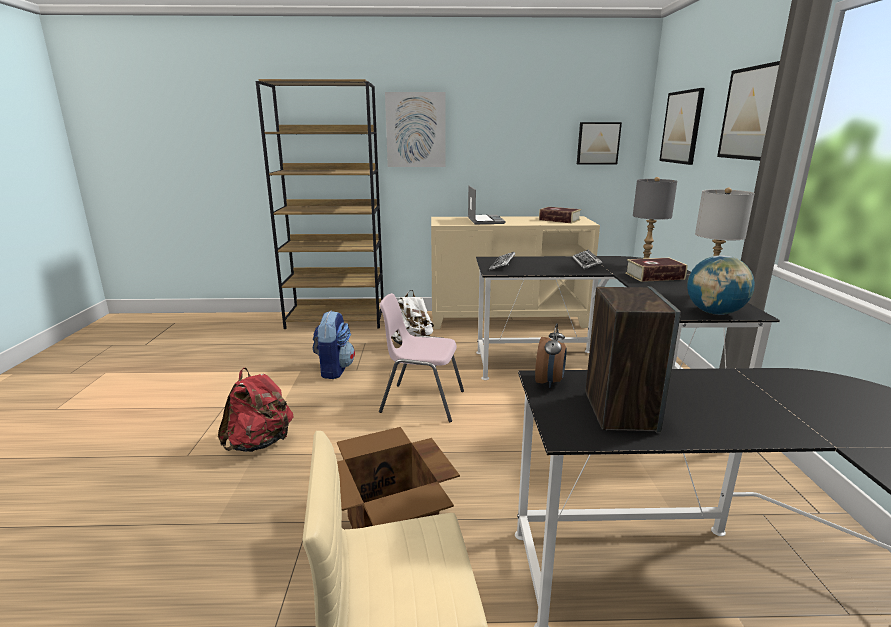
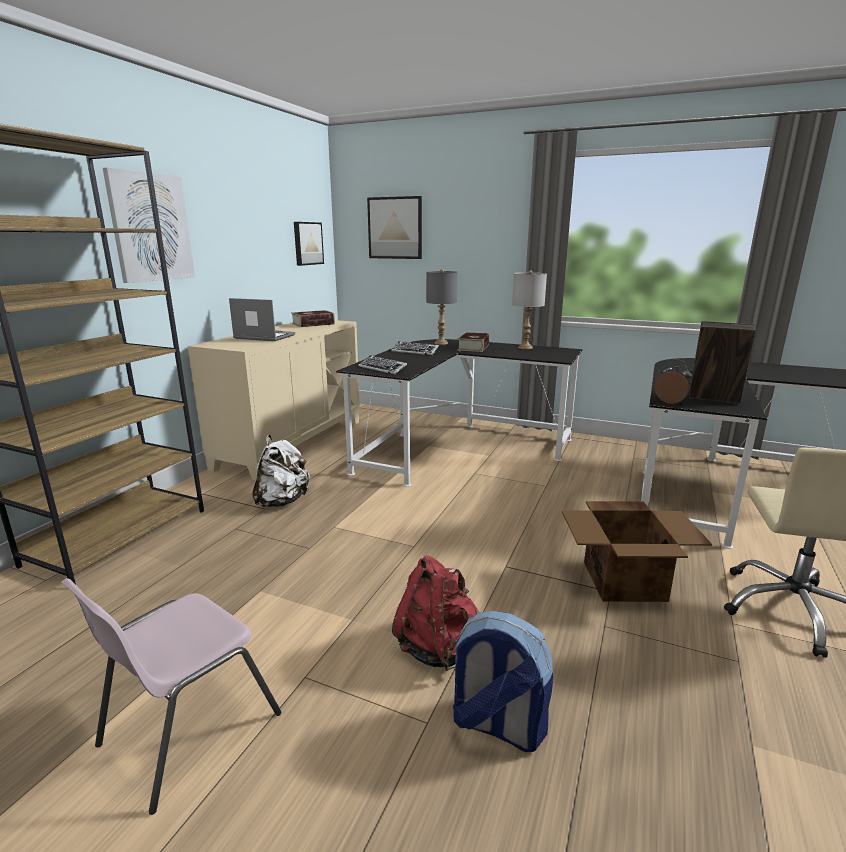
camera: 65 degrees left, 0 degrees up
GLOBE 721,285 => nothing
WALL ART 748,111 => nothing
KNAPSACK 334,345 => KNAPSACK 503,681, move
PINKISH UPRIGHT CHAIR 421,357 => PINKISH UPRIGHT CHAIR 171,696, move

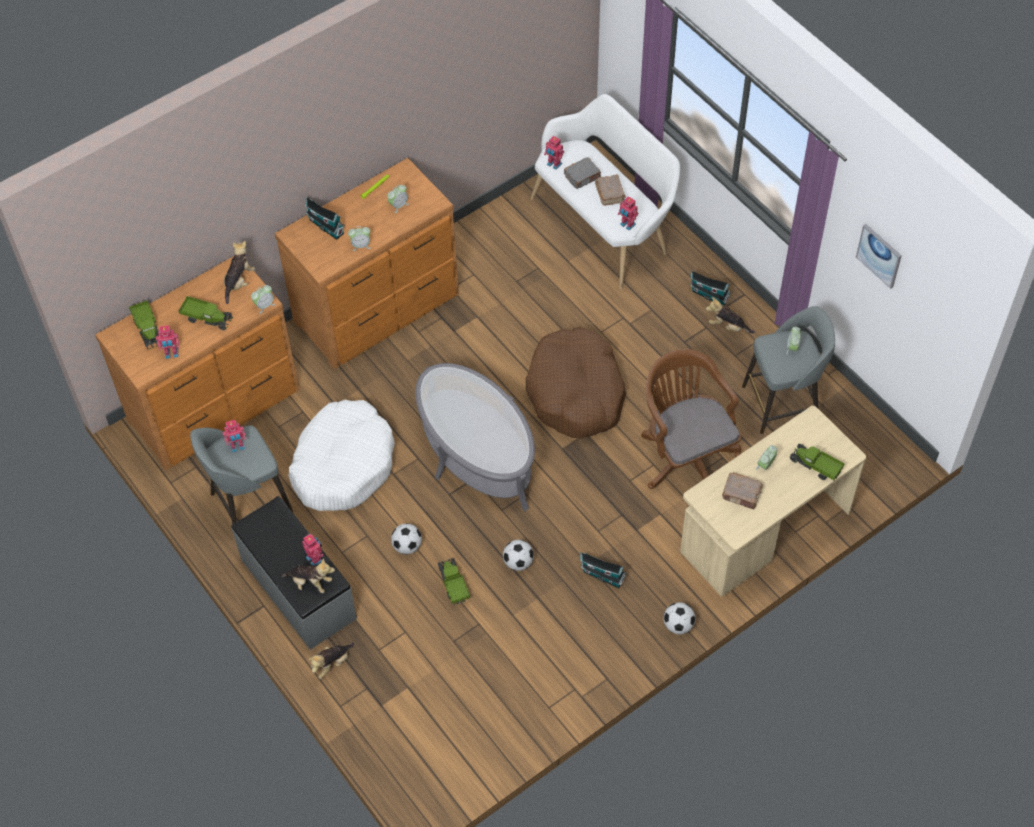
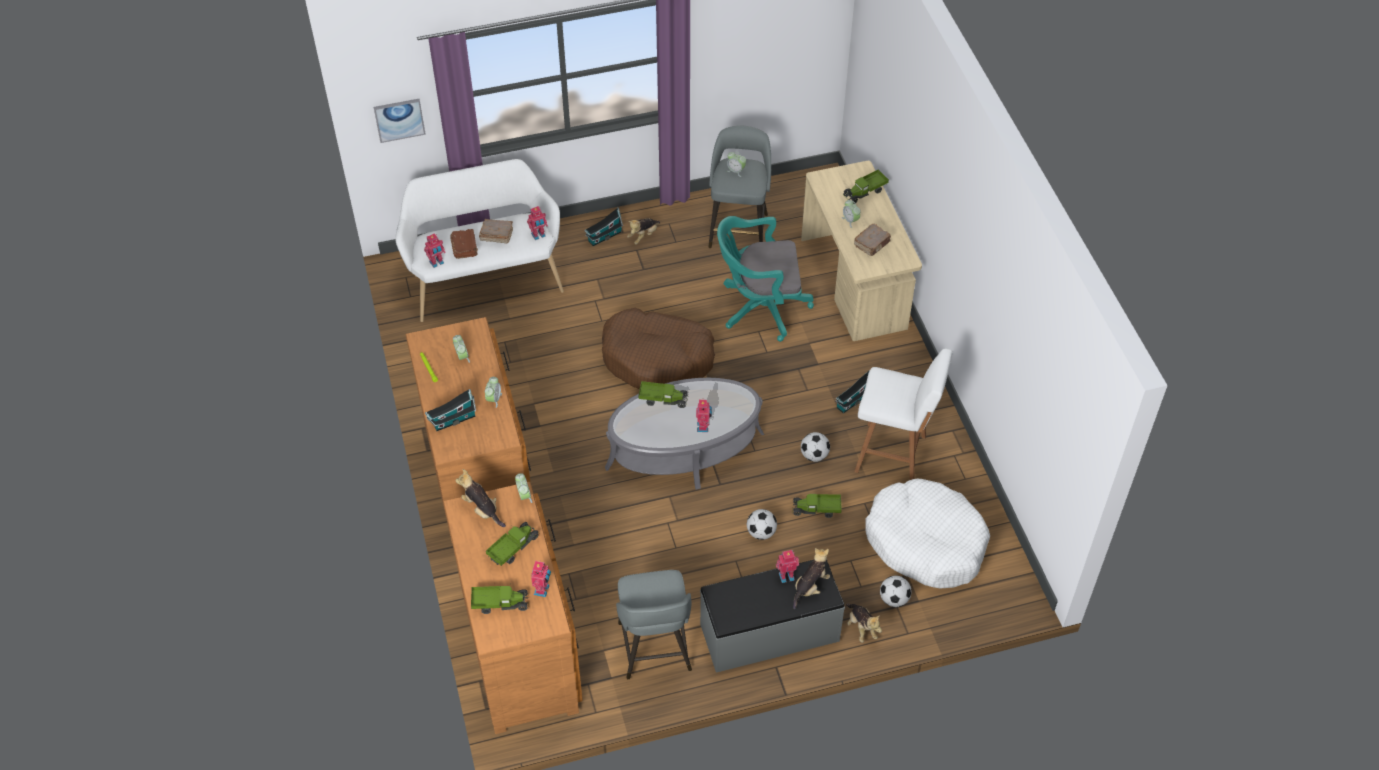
camera: 70 degrees left, 5 degrees down
nothing => TOY TRUCK 663,394
nothing => WHITISH STOOL SEAT 903,414
MODEL ROBOT 234,436 => MODEL ROBOT 704,416, move
WHITISH DOG CUSHION 341,455 => WHITISH DOG CUSHION 927,534, move
FOOTBALL BALL 680,618 => FOOTBALL BALL 896,591, move
WALL ART 879,256 => WALL ART 400,121, move
GRAY VOLUME 582,173 => BROWN-COLOURED VOLUME 464,244
BROWN-COLOURED DESK CHAIR 691,419 => BLUE-GREEN DESK CHAIR 765,279

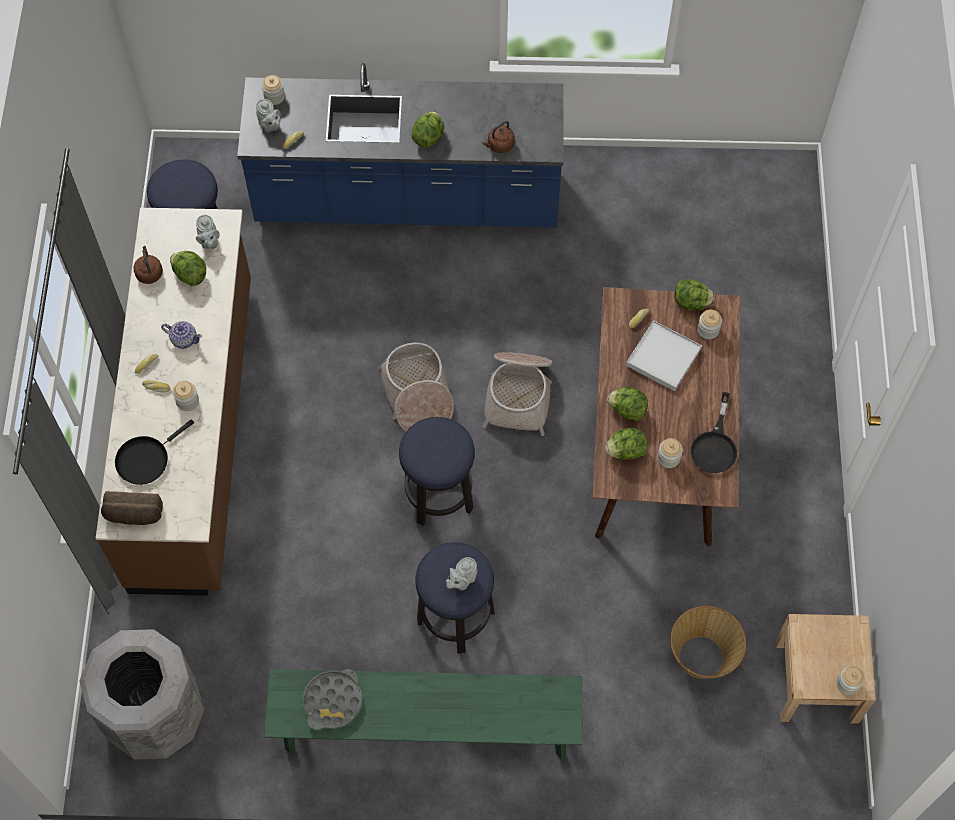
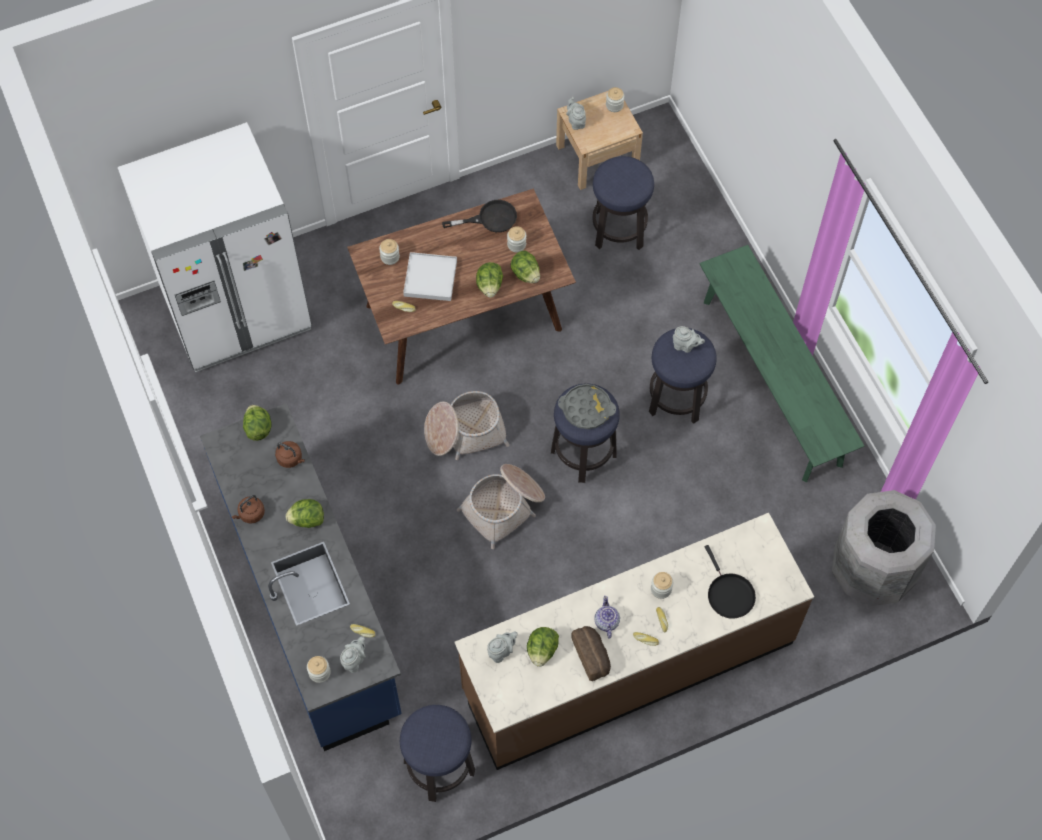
camera: 115 degrees left, 0 degrees up
nothing => WHITISH KITCHEN FRIDGE 214,247
nothing => GRAY TEAPOT 576,113
BREAD 132,508 => BREAD 591,653, move
BROWN-COLOURED WATER KETTLE 148,265 => BROWN-COLOURED WATER KETTLE 248,509, move
GRAY TRAY 332,699 => GRAY TRAY 587,406, move
LETTUCE 695,294 => LETTUCE 257,423, move
STORAGE BASKET 708,642 => STOOL SEAT 623,203
BLACKISH FRYING PAN 154,452 => BLACKISH FRYING PAN 730,582, 45 degrees clockwise

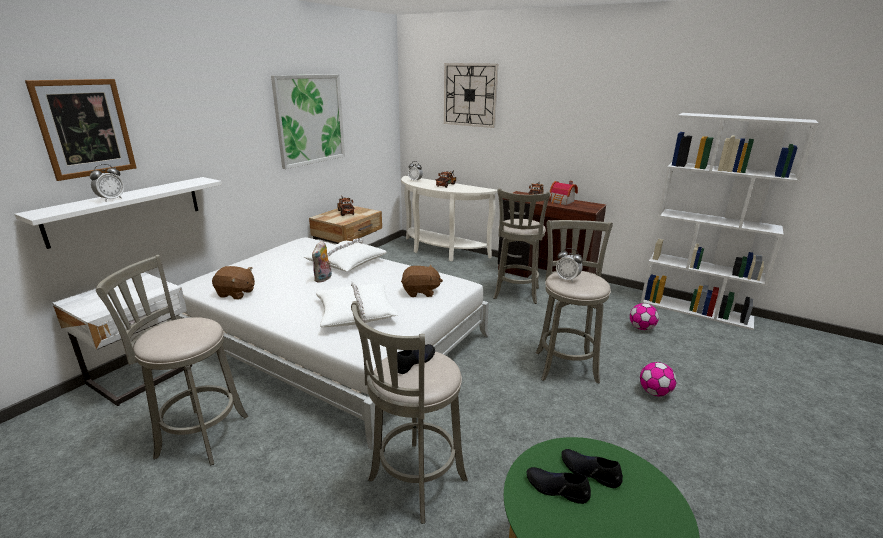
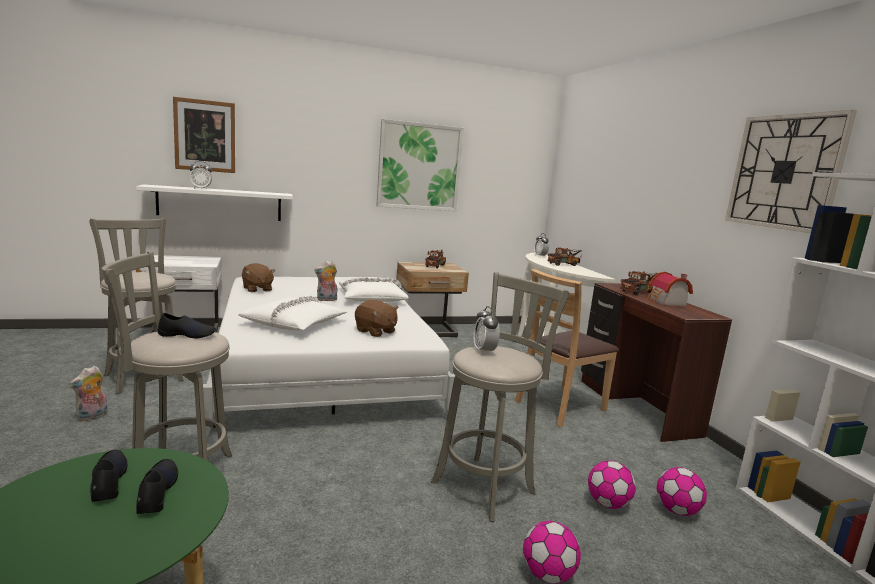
camera: 40 degrees right, 10 degrees down
nothing => PLUSH TOY 88,393
nothing => FOOTBALL BALL 612,485
HANGING CLOCK 471,95 => HANGING CLOCK 791,171, move
GRAY STOOL SEAT 521,246 => BROWN-COLOURED UPRIGHT CHAIR 567,348

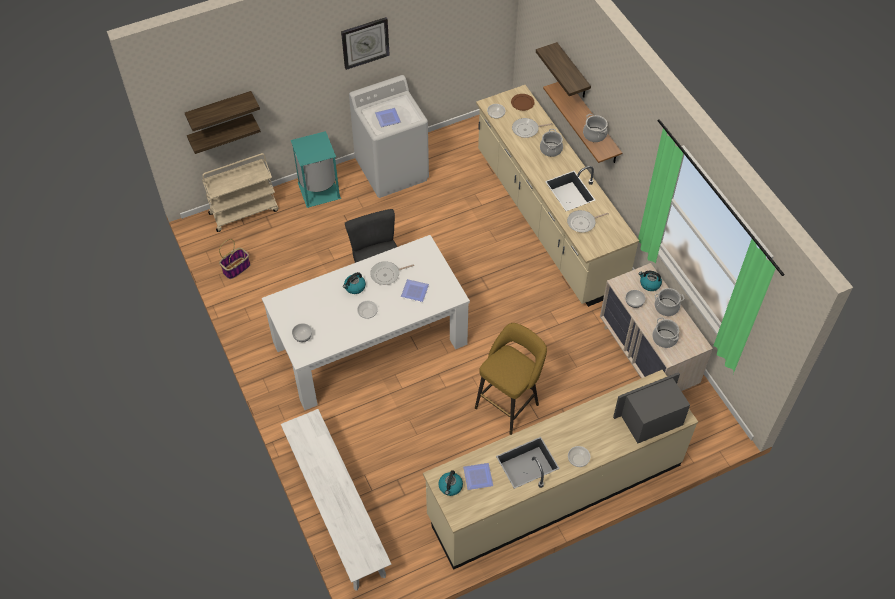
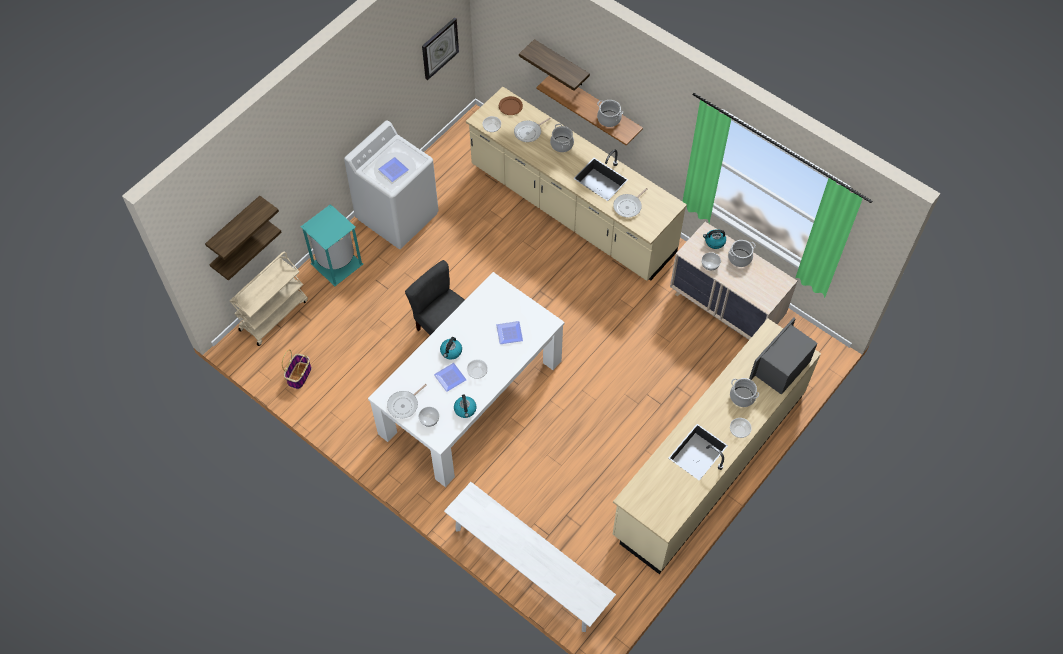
camera: 25 degrees left, 5 degrees up
YELLOW-COLOURED STOOL SEAT 511,379 => nothing
HANGING CLOCK 365,43 => HANGING CLOCK 440,49, move
FRYING PAN 392,273 => FRYING PAN 407,401, move
WATER KETTLE 450,483 => WATER KETTLE 465,406, move
FLAT DISH 478,476 => FLAT DISH 450,377, move
STOCKPOT 665,332 => STOCKPOT 744,392, move

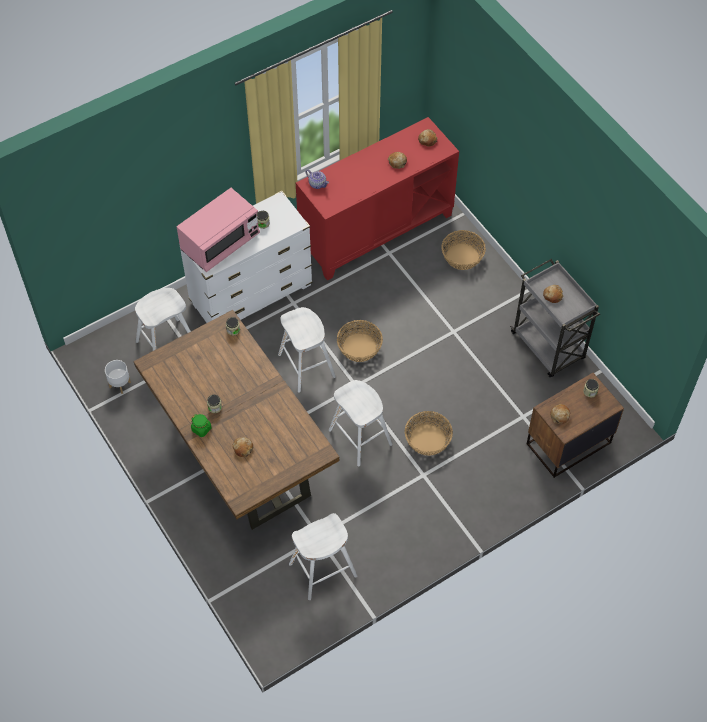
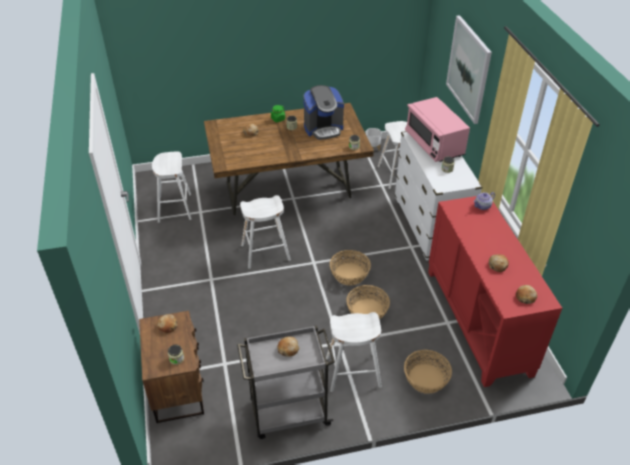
camera: 110 degrees right, 15 degrees down
nothing => COFFEE BREWER 323,112
nothing => WALL ART 469,69
WHITISH STOOL SEAT 307,349 => WHITISH STOOL SEAT 354,352, move
STORAGE BASKET 429,433 => STORAGE BASKET 368,302, move

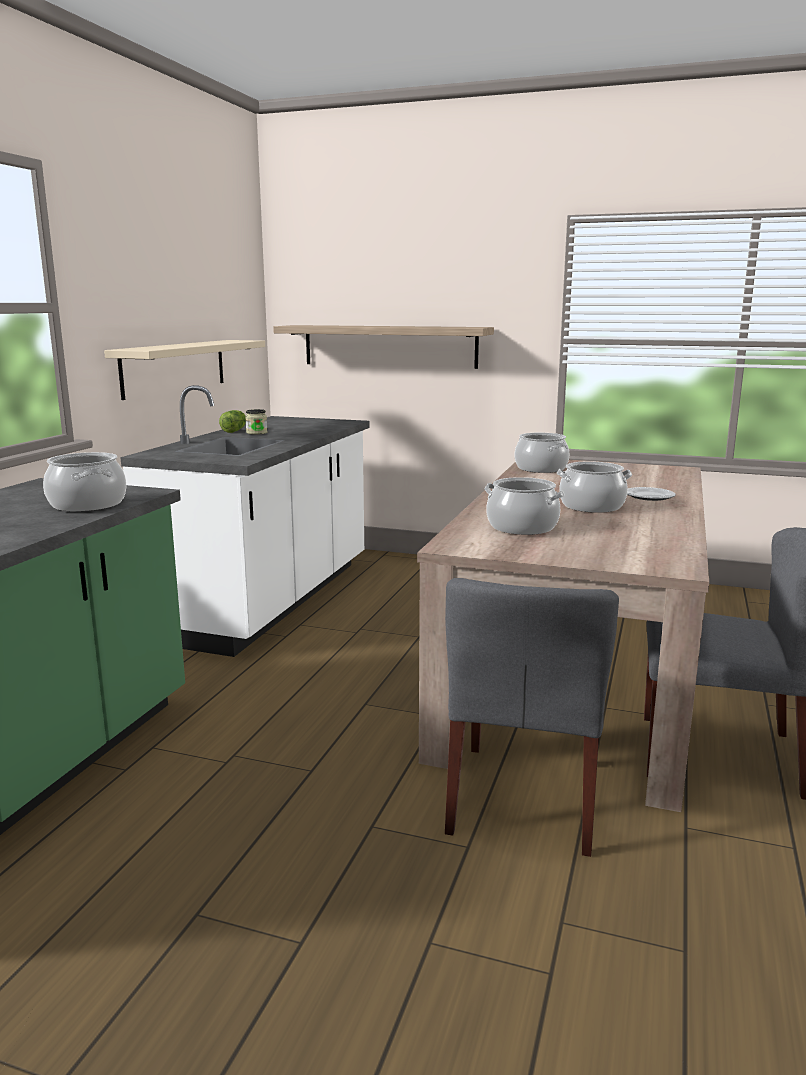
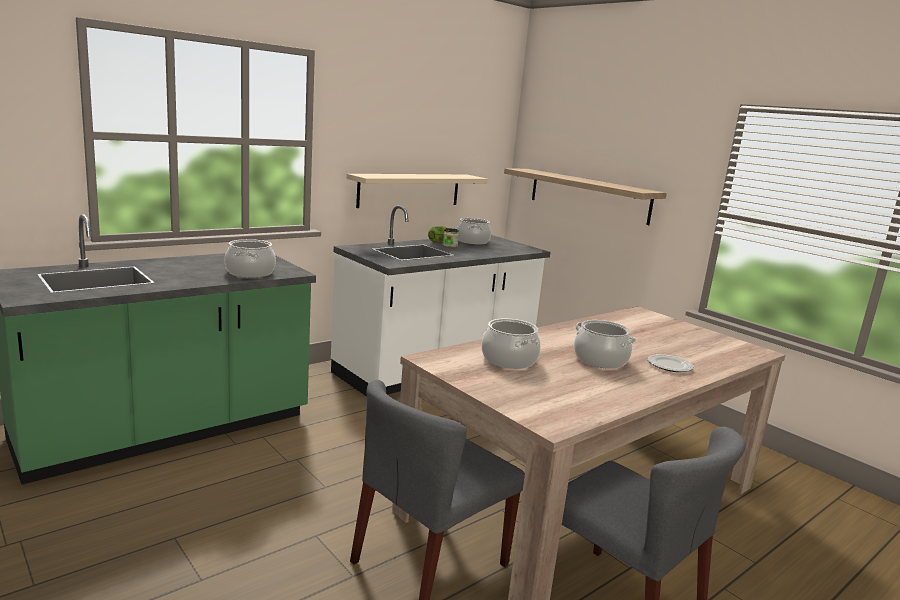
camera: 30 degrees right, 0 degrees up
STOCKPOT 542,453 => STOCKPOT 474,231, move

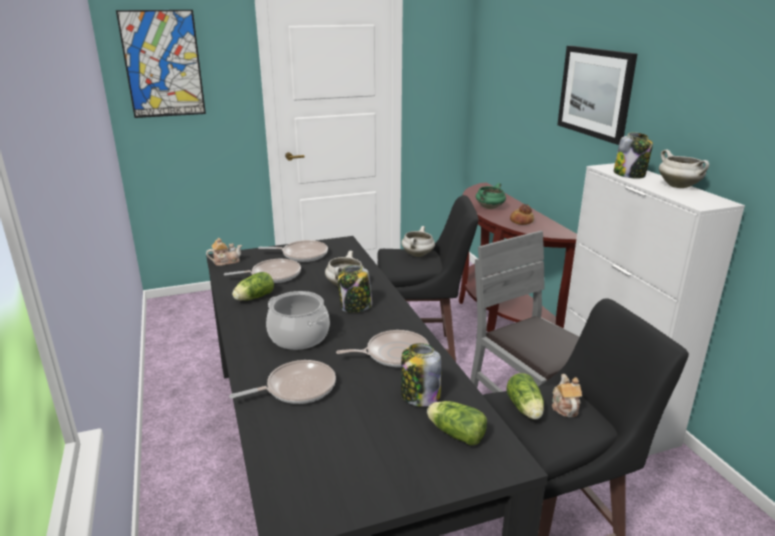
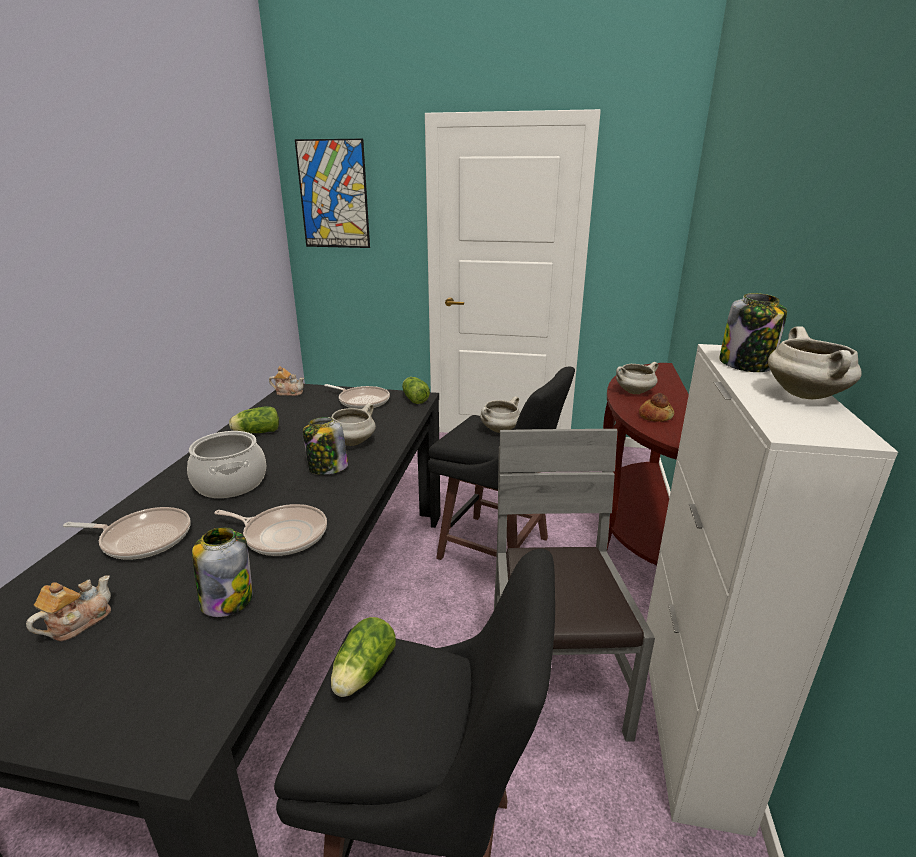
camera: 30 degrees right, 0 degrees up
FRYING PAN 262,271 => nothing
WALL ART 597,95 => nothing
LETTUCE 457,423 => LETTUCE 416,390, move
TEAPOT 567,395 => TEAPOT 68,608, move
GREEN STOCKPOT 491,196 => WHITISH STOCKPOT 637,378

